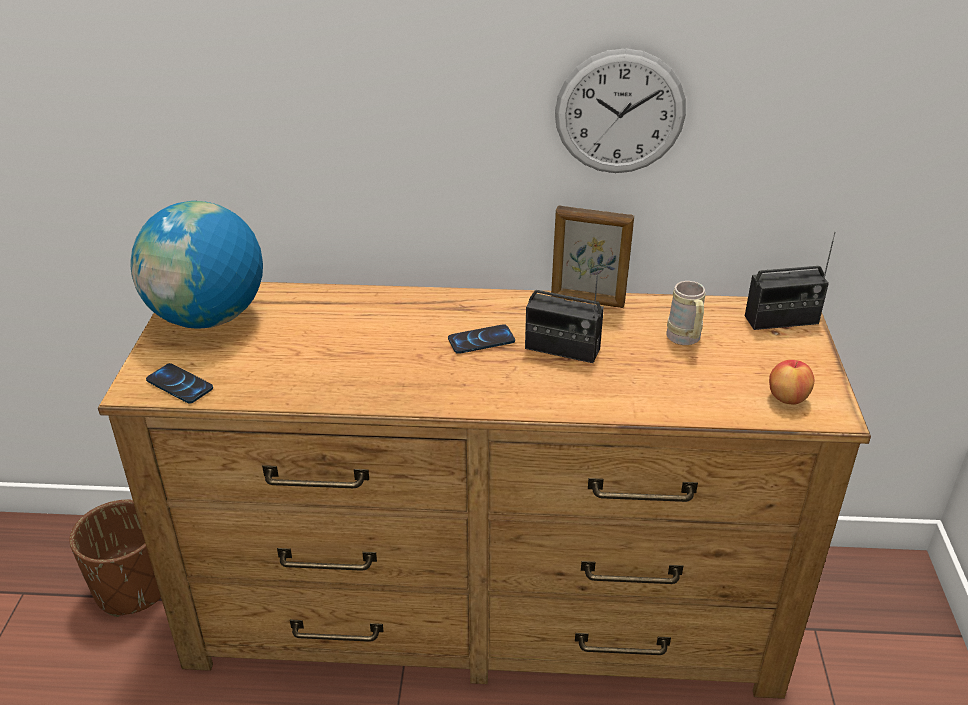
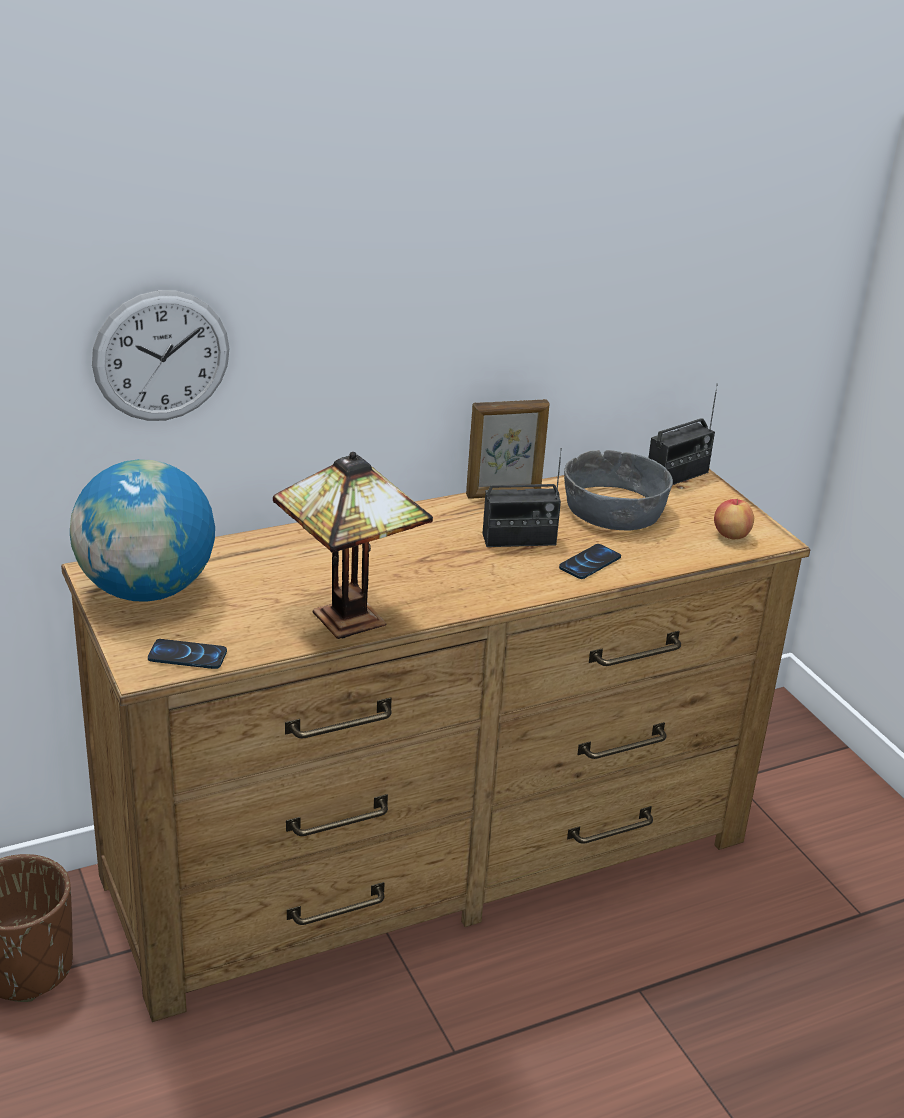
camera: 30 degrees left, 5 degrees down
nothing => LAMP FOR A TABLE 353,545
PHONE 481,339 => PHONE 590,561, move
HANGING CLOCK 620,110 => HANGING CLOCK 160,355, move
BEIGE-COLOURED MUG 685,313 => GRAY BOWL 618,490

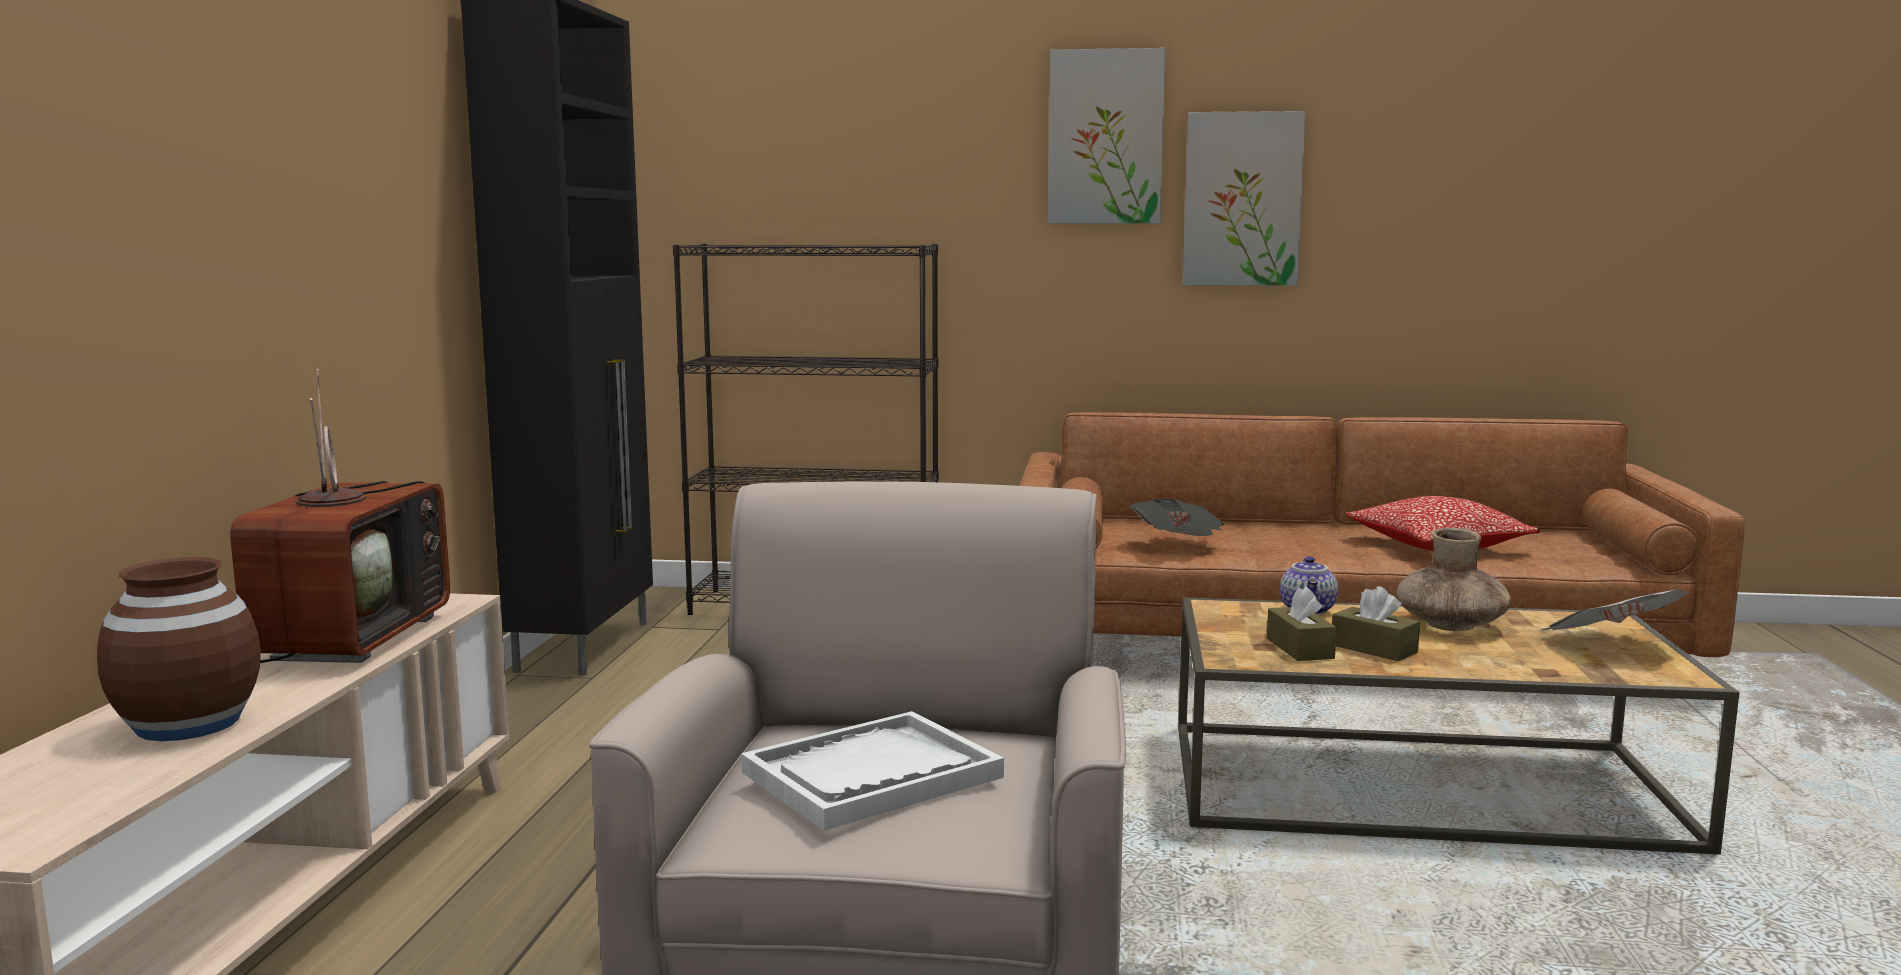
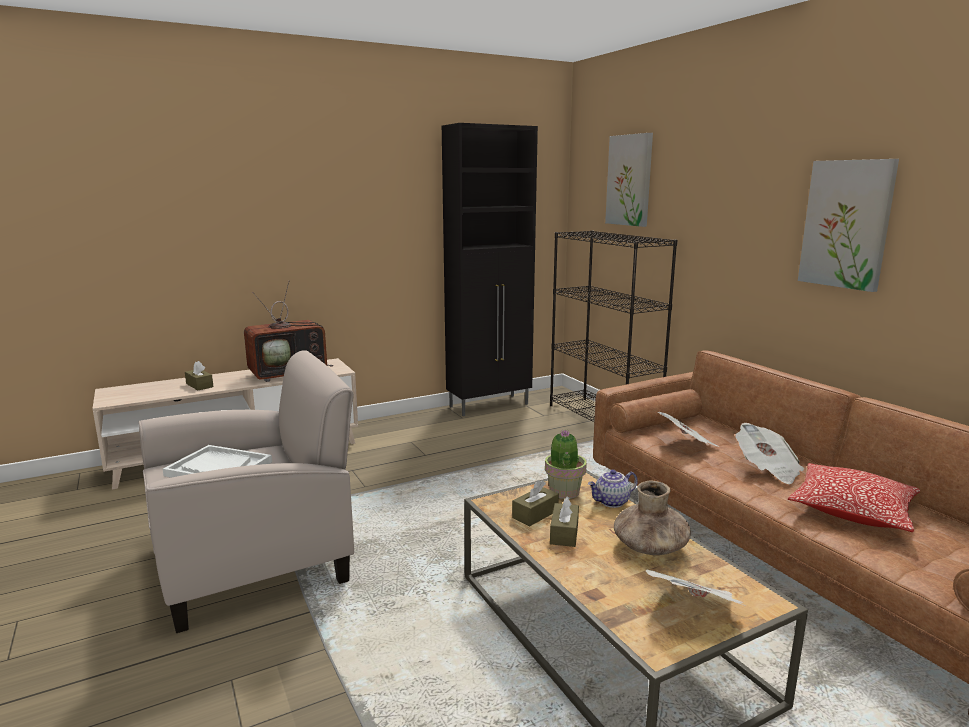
camera: 55 degrees right, 5 degrees up
nothing => HOUSEPLANT 566,464
nothing => PRINTED PAPER 770,453
WALL ART 1107,135 => WALL ART 629,180, move
BROWN-COLOURED FLOWER VASE 179,649 => BROWN-COLOURED TISSUE BOX 199,375

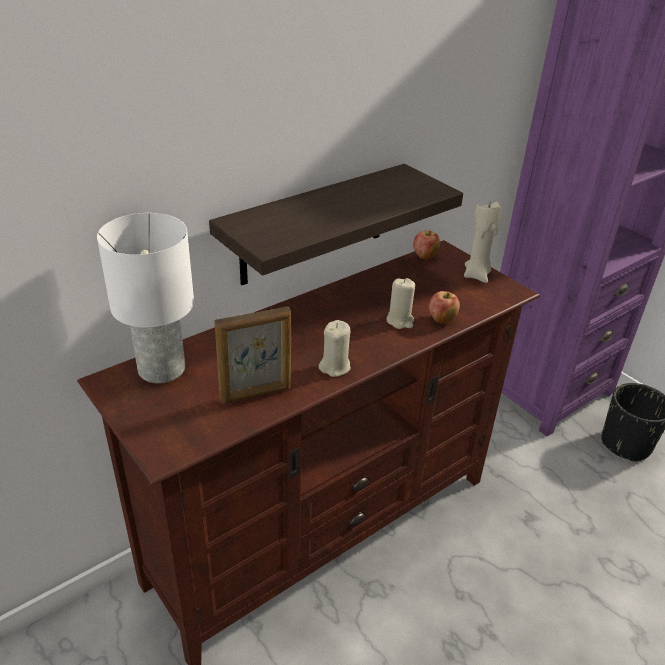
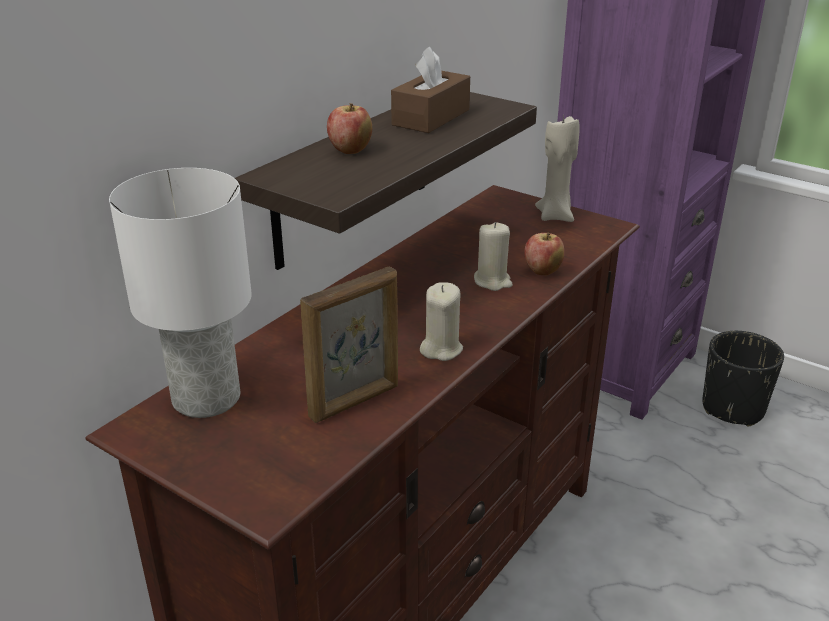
camera: 15 degrees left, 5 degrees down
nothing => BROWN-COLOURED TISSUE BOX 430,90
WHOLE APPLE 426,245 => WHOLE APPLE 349,128, move

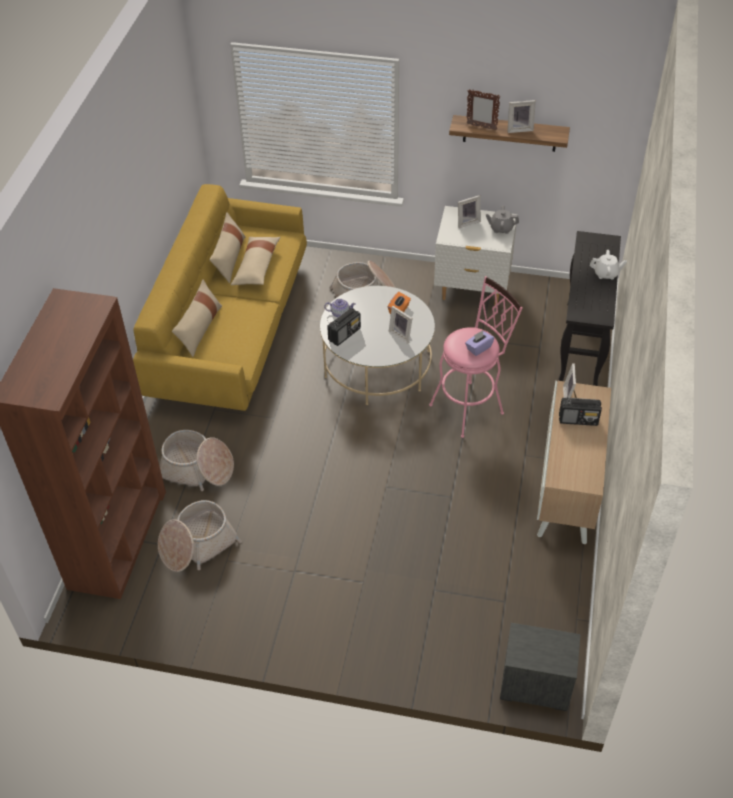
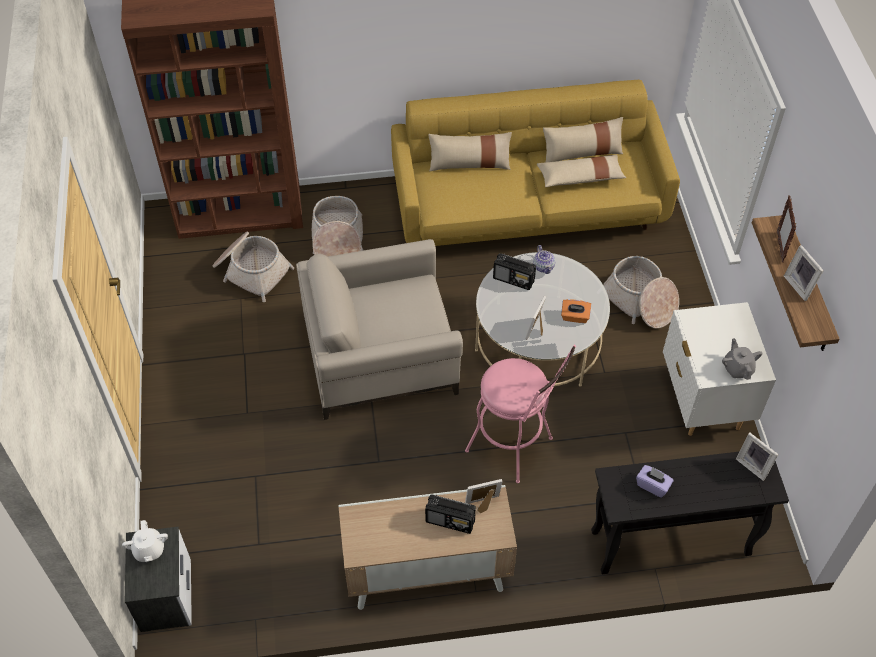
camera: 70 degrees right, 5 degrees up
nothing => BEIGE-COLOURED LOUNGE CHAIR 379,329
PHOTO FRAME 469,212 => PHOTO FRAME 757,457, move
PURPLE TISSUE BOX 479,343 => PURPLE TISSUE BOX 655,481, move
WHITISH TEAPOT 608,264 => WHITISH TEAPOT 145,541, move
RADIO RECEIVER 580,411 => RADIO RECEIVER 450,514, 60 degrees counterclockwise

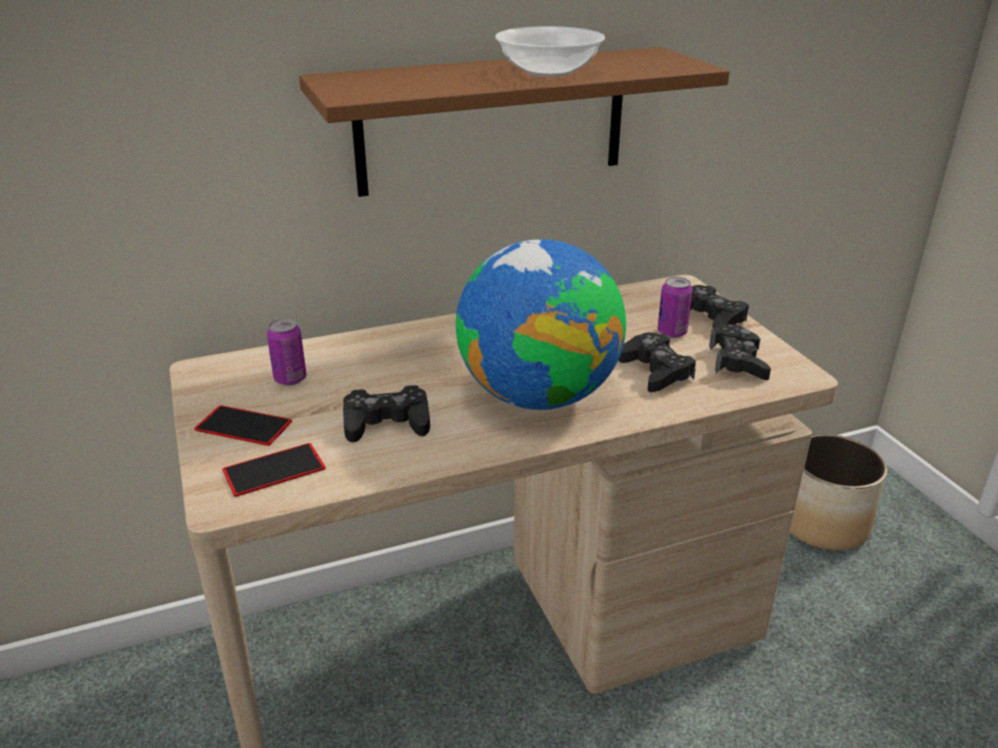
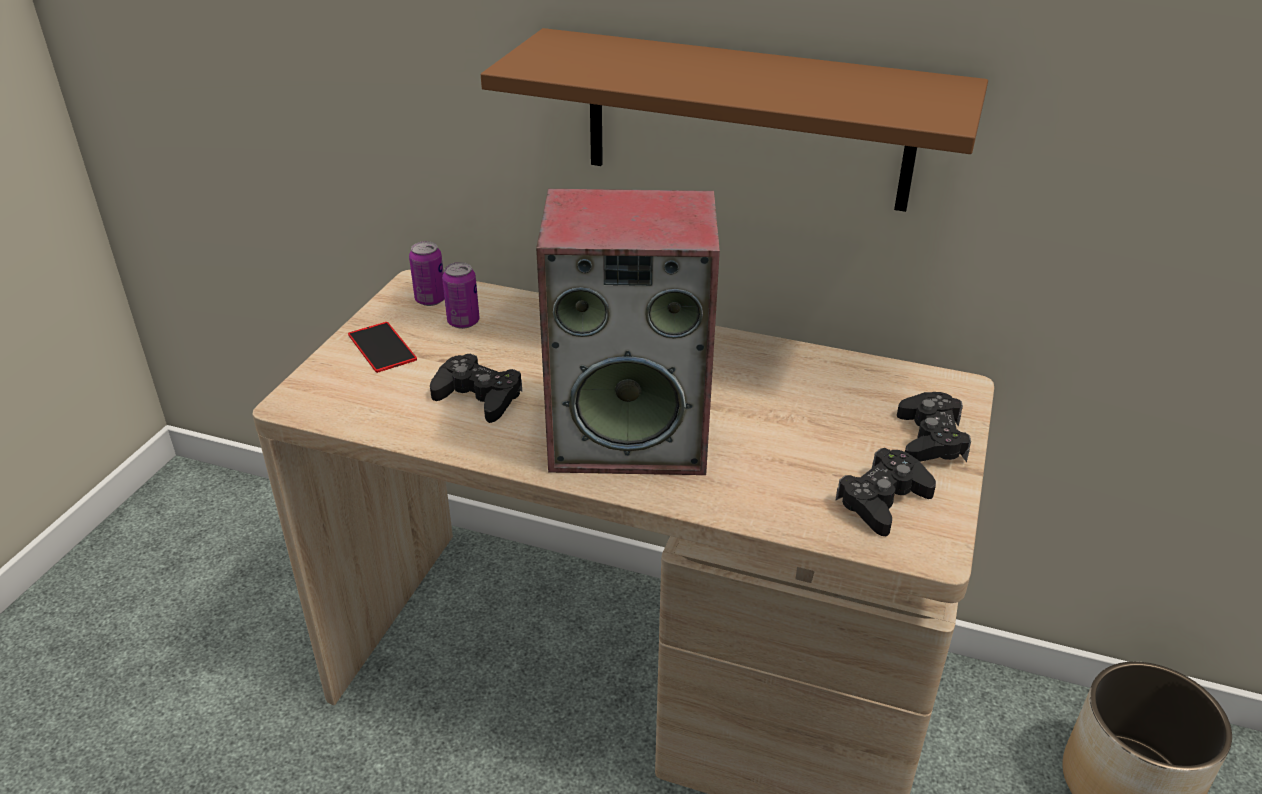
camera: 40 degrees right, 5 degrees up
PHONE 274,470 => nothing
BOWL 550,51 => nothing
BLACKISH JOYPAD 657,362 => nothing
METAL CAN 675,307 => METAL CAN 427,273, move
GLOBE 541,324 => LOUDSPEAKER 628,332

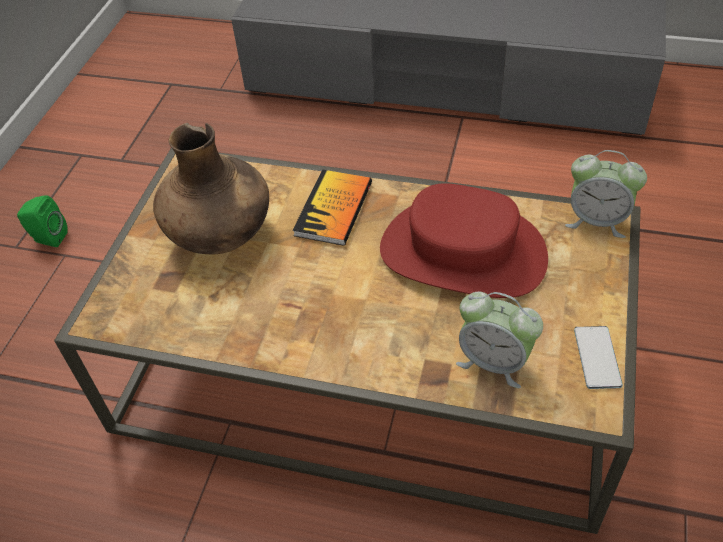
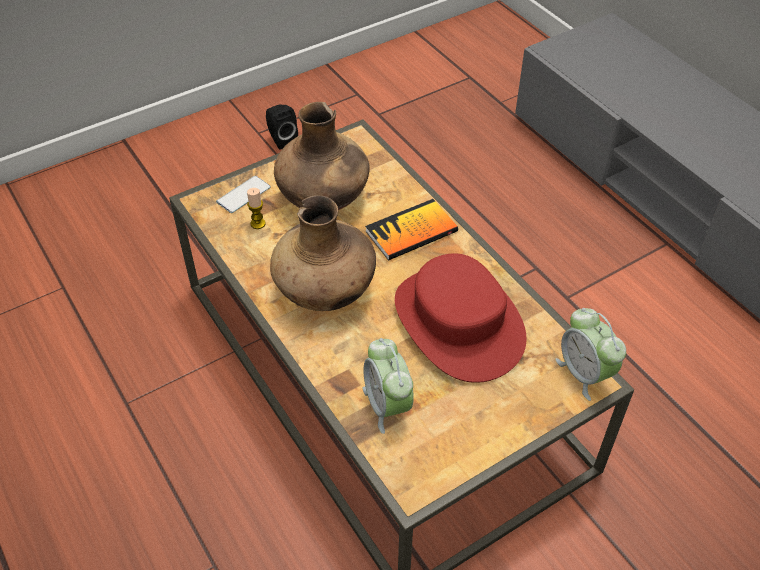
camera: 40 degrees right, 0 degrees up
nothing => CANDLE 256,208
nothing => BROWN-COLOURED FLOWER VASE 323,253
PHONE 598,357 => PHONE 243,194, move
GREEN LOUDSPEAKER 42,221 => BLACKISH LOUDSPEAKER 282,127

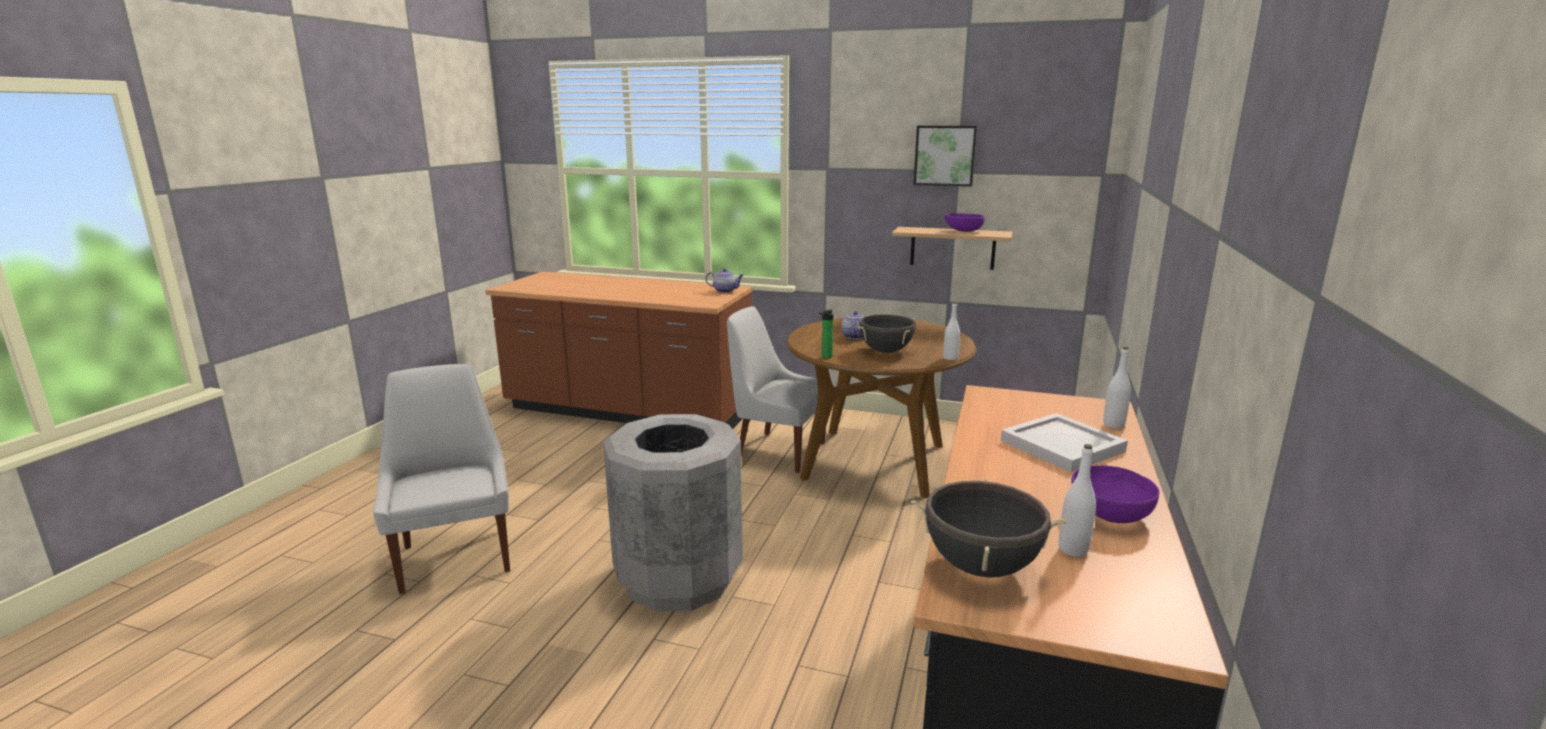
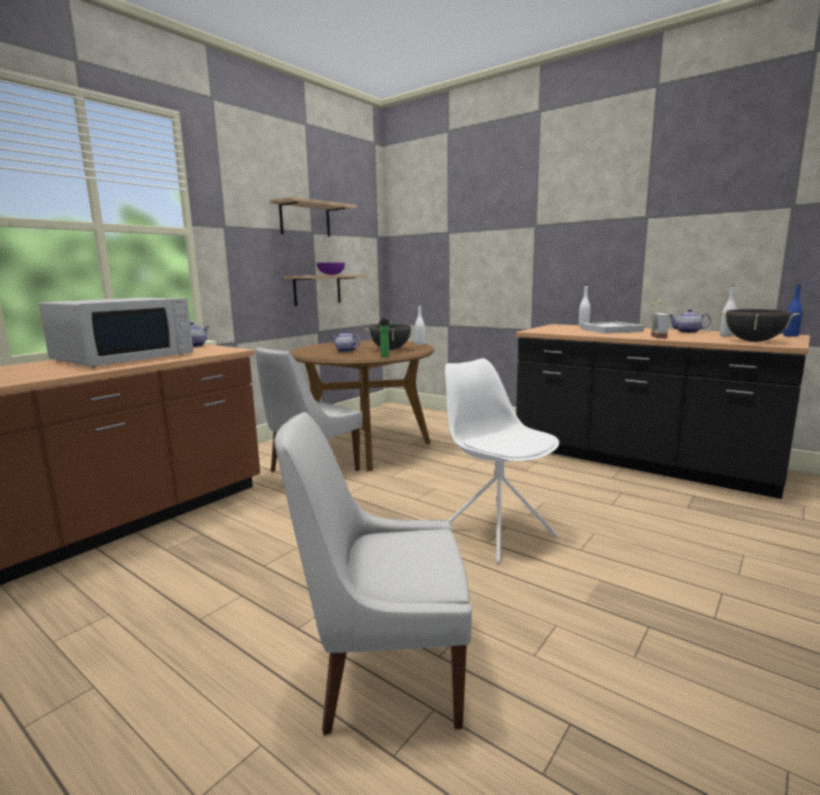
camera: 70 degrees left, 5 degrees down
nothing => WHITISH MICROWAVE OVEN 116,332
nothing => HOUSEPLANT 660,319
nothing => BLUE BOTTLE 793,310
GRAY TRASH CAN 673,512 => WHITISH UPRIGHT CHAIR 502,460
WALL ART 945,156 => BRACKET SHELF 313,217
PURPLE BOWL 1115,494 => TEAPOT 690,321

